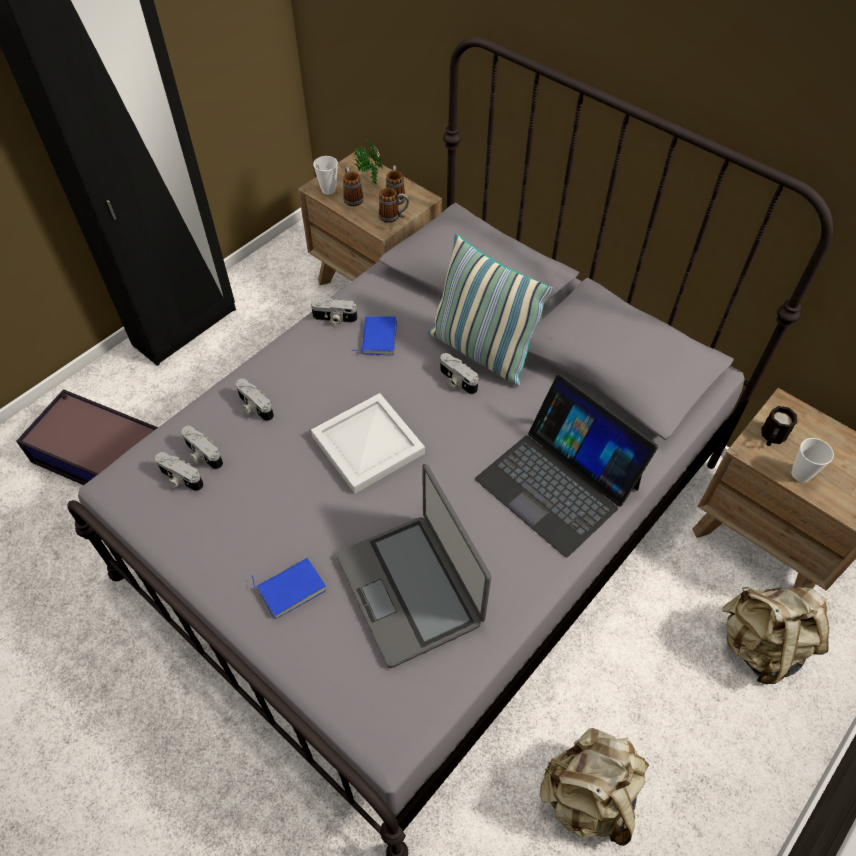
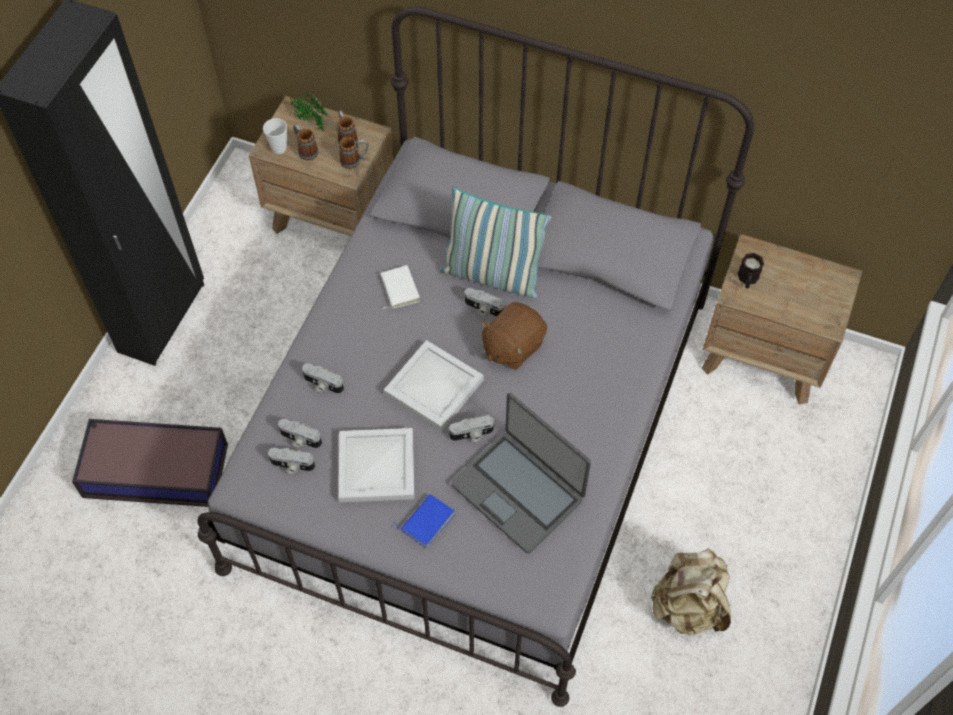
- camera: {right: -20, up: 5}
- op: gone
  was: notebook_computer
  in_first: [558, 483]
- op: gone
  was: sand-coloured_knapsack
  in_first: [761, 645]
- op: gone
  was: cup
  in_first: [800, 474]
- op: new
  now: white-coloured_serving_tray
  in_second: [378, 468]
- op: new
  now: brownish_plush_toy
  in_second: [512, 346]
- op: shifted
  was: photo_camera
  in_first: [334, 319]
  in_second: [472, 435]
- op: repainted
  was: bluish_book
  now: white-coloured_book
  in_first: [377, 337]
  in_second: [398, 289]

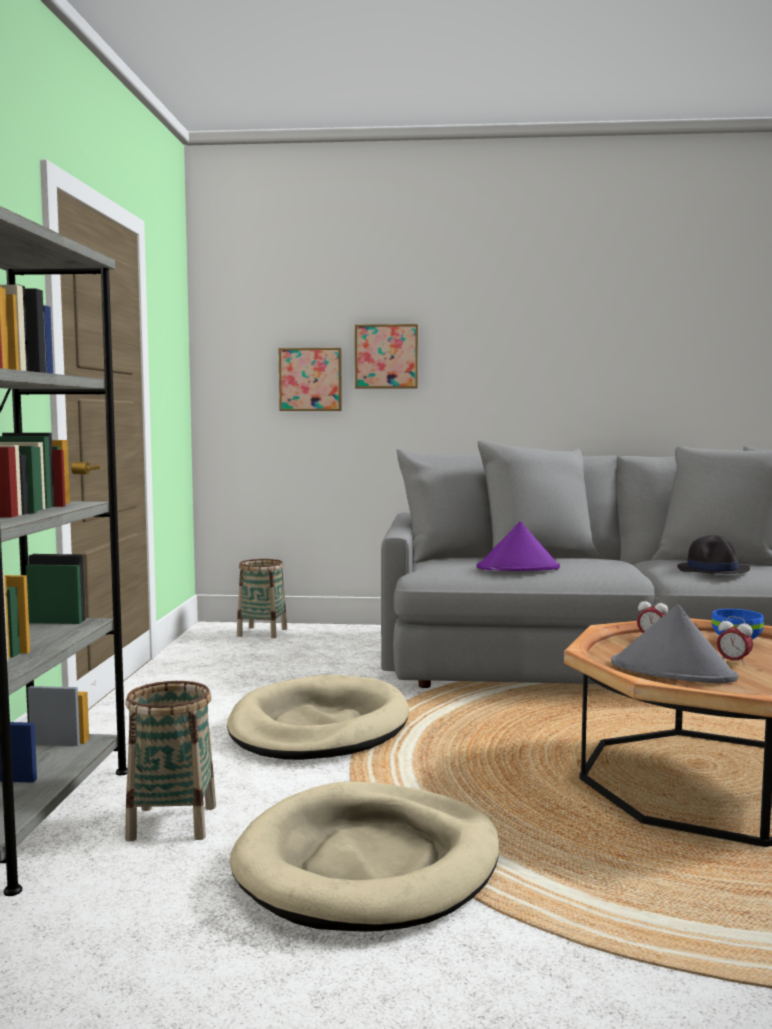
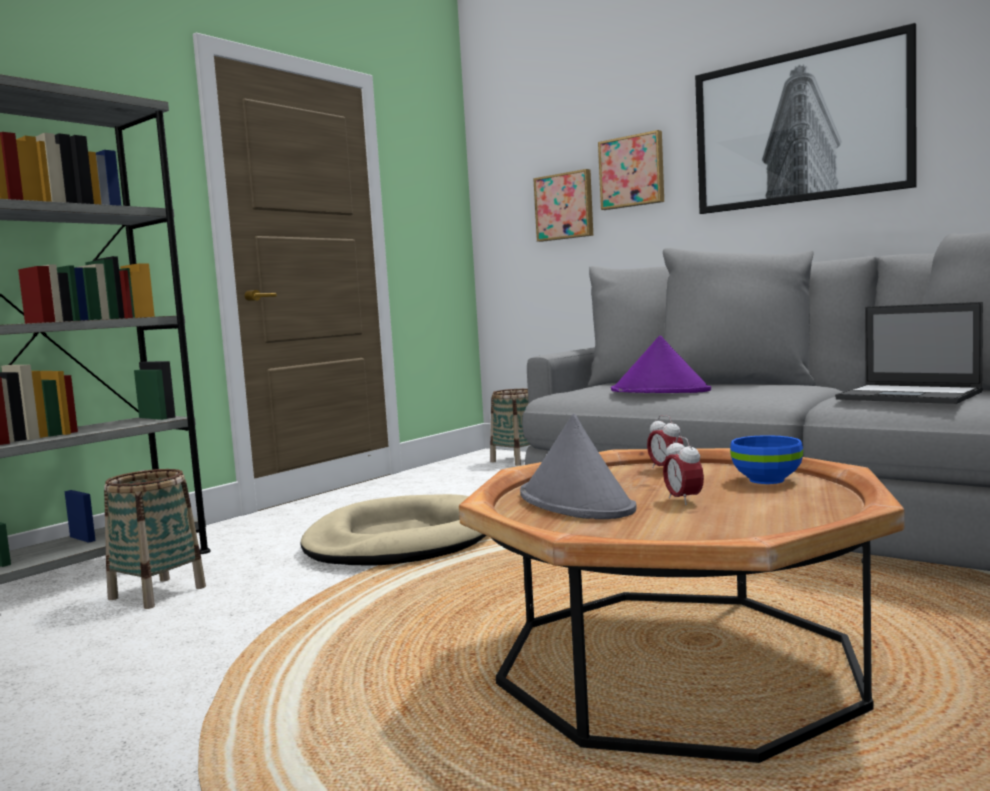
- camera: {right: 35, up: 0}
- op: gone
  was: sand-coloured_pet_bed
  in_first: [369, 864]
- op: new
  now: wall_picture
  in_second: [799, 127]
- op: swapped
  was: black-coloured_clothing_hat
  now: notebook_computer
  in_first: [713, 569]
  in_second: [910, 396]

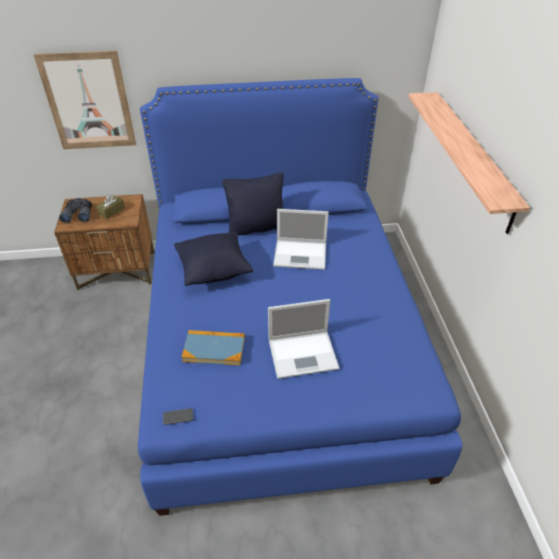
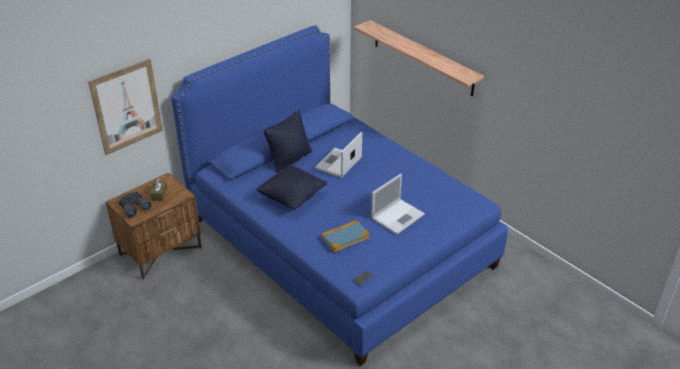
- camera: {right: -35, up: -5}
- op: rotated
  was: notebook_computer
  in_first: [301, 254]
  in_second: [338, 164]
  clockwise: 150

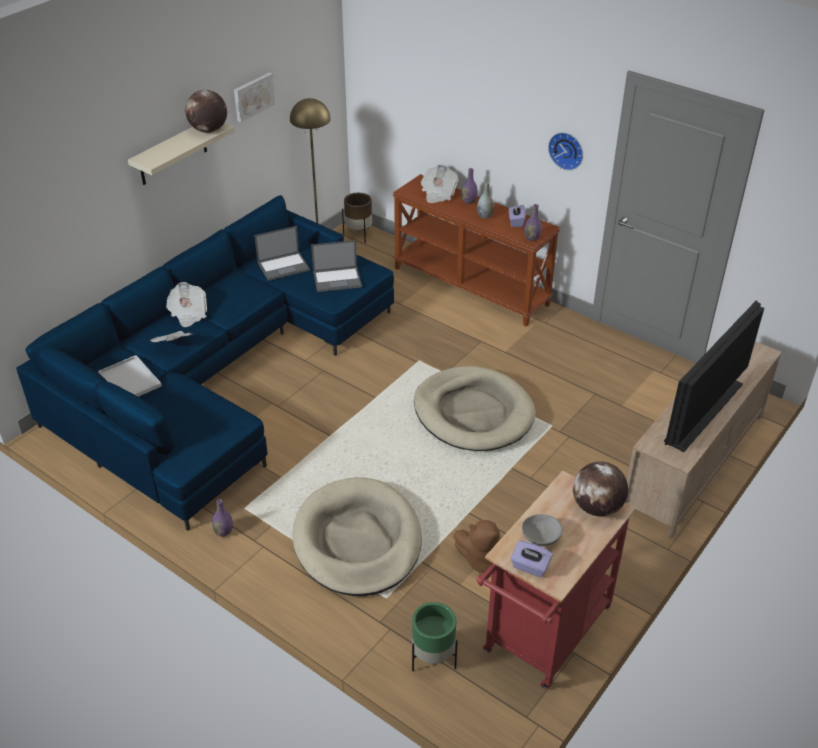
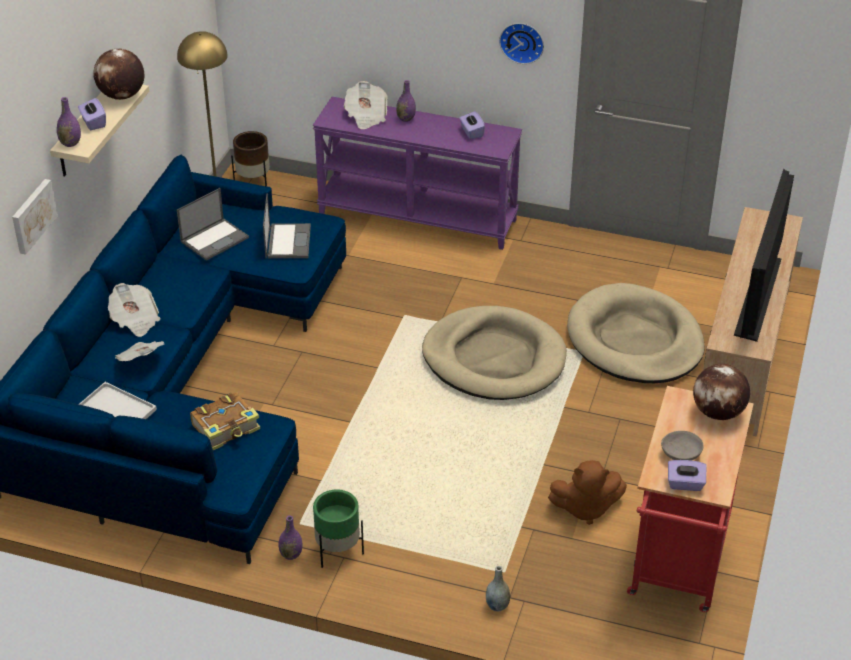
- camera: {right: -20, up: 0}
- op: new
  now: purple-coloured_tissue_holder
  in_second: [93, 122]
- op: new
  now: book
  in_second: [226, 428]
- op: shifted
  was: wall_picture
  in_first: [253, 96]
  in_second: [32, 215]
- op: shifted
  was: sand-coloured_pet_bed
  in_first: [357, 541]
  in_second: [635, 340]
- op: shifted
  was: green_planter
  in_first: [432, 659]
  in_second: [337, 551]
- op: shifted
  was: gray_decorative_vase
  in_first: [485, 216]
  in_second: [497, 606]
- op: shifted
  was: purple-coloured_decorative_vase
  in_first: [532, 238]
  in_second: [70, 143]
- op: repainted
  was: brownish_hall_table
  now: purple-coloured_hall_table
  in_first: [471, 286]
  in_second: [418, 216]
- op: rotated
  was: notebook_computer
  in_first: [338, 279]
  in_second: [288, 241]
  clockwise: -60

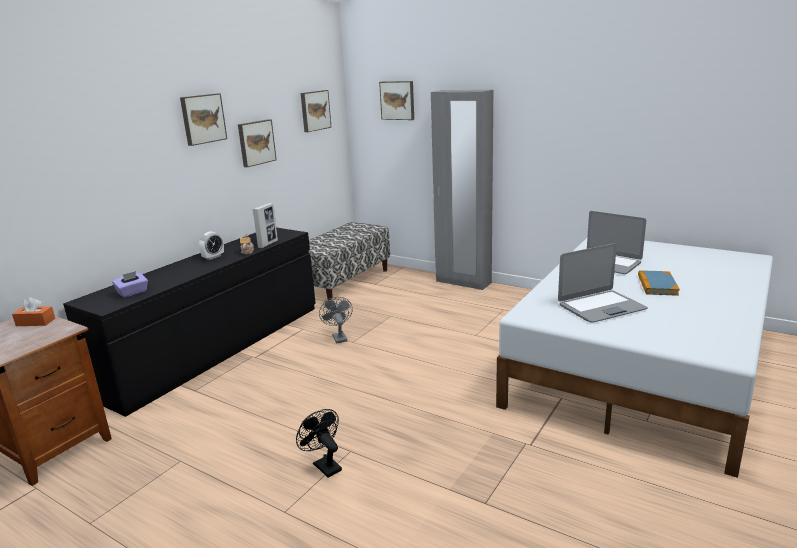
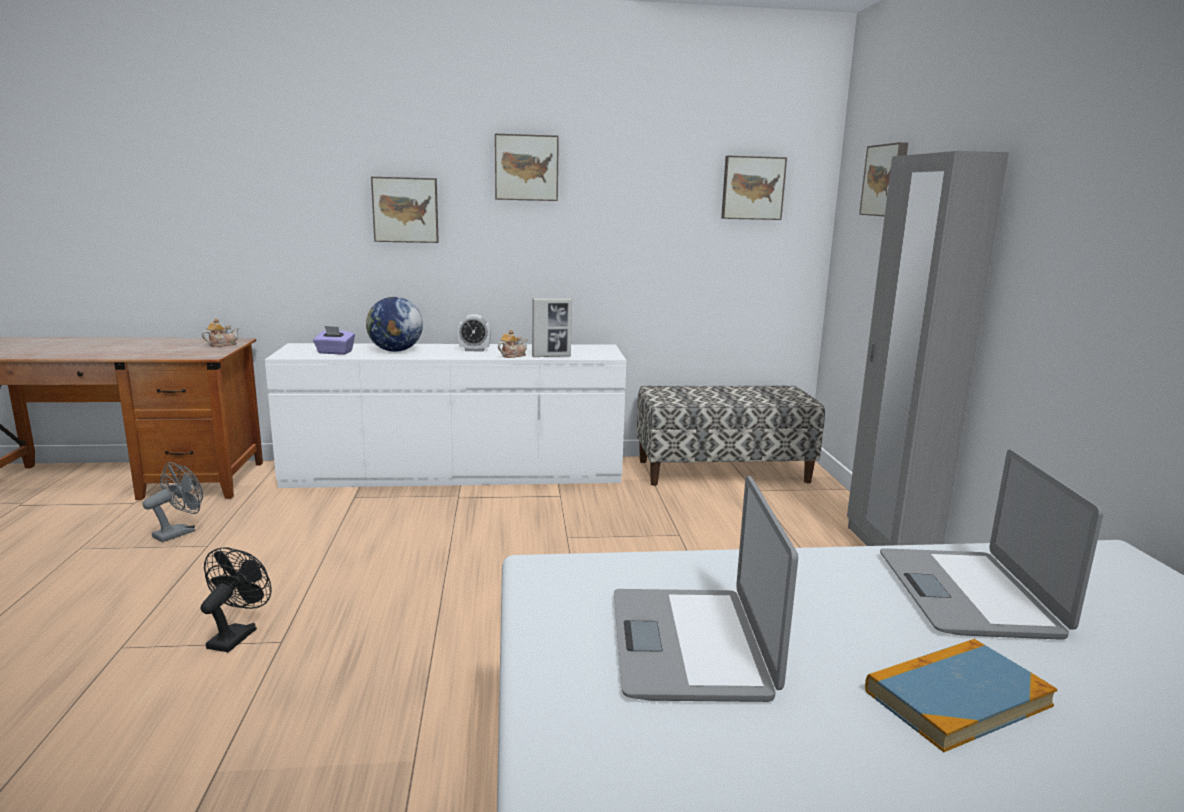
- camera: {right: 50, up: -5}
- op: new
  now: globe
  in_second: [395, 351]
- op: shifted
  was: wall_picture
  in_first: [256, 142]
  in_second: [405, 210]
- op: shifted
  was: gray_cooling_fan
  in_first: [338, 337]
  in_second: [179, 532]
- op: swapped
  was: orange_tissue_holder
  now: pot_for_tea
  in_first: [35, 322]
  in_second: [222, 345]
- op: repainted
  was: black-coloured_chest_of_drawers
  now: white-coloured_chest_of_drawers
  in_first: [217, 348]
  in_second: [456, 472]
- op: rotated
  was: notebook_computer
  in_first: [601, 307]
  in_second: [691, 644]
  clockwise: 60

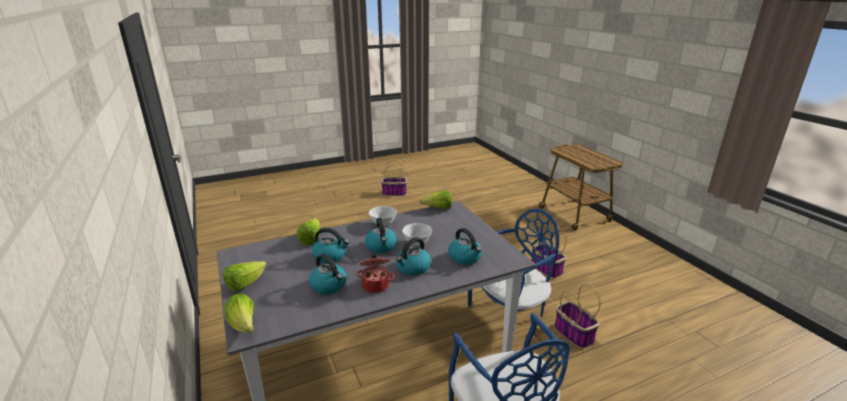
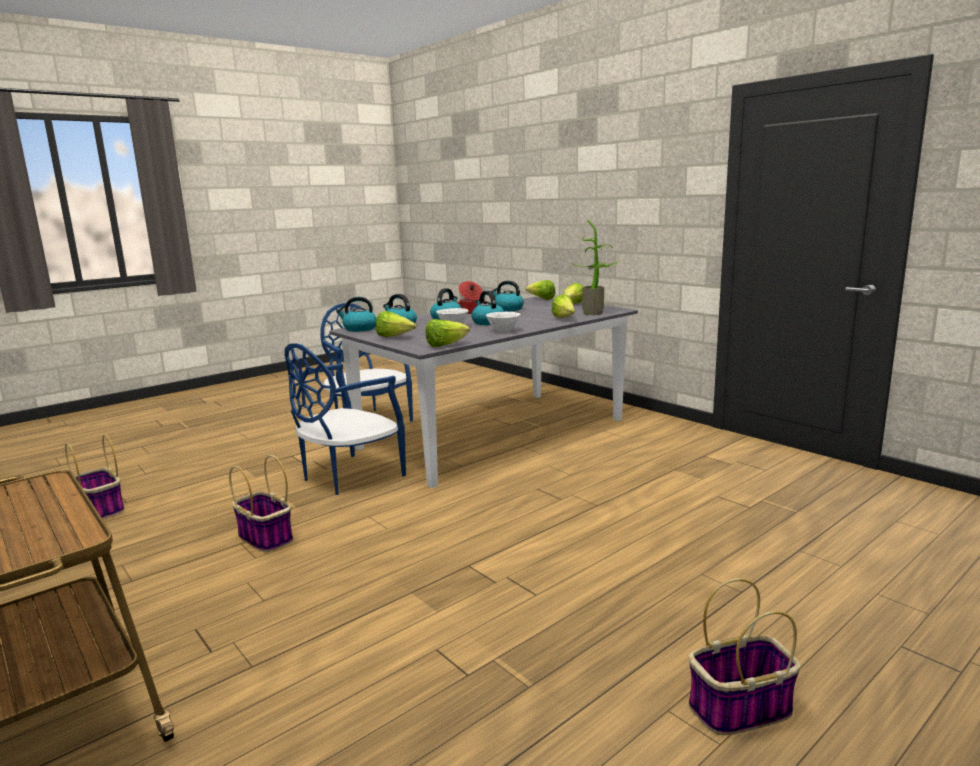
- camera: {right: 165, up: -10}
- op: new
  now: head_of_lettuce
  in_second: [394, 337]
- op: new
  now: plant_in_a_pot
  in_second: [595, 313]
- op: shifted
  was: water_kettle
  in_first: [330, 256]
  in_second: [359, 329]
- op: shifted
  was: storage_basket
  in_first: [573, 333]
  in_second: [102, 509]

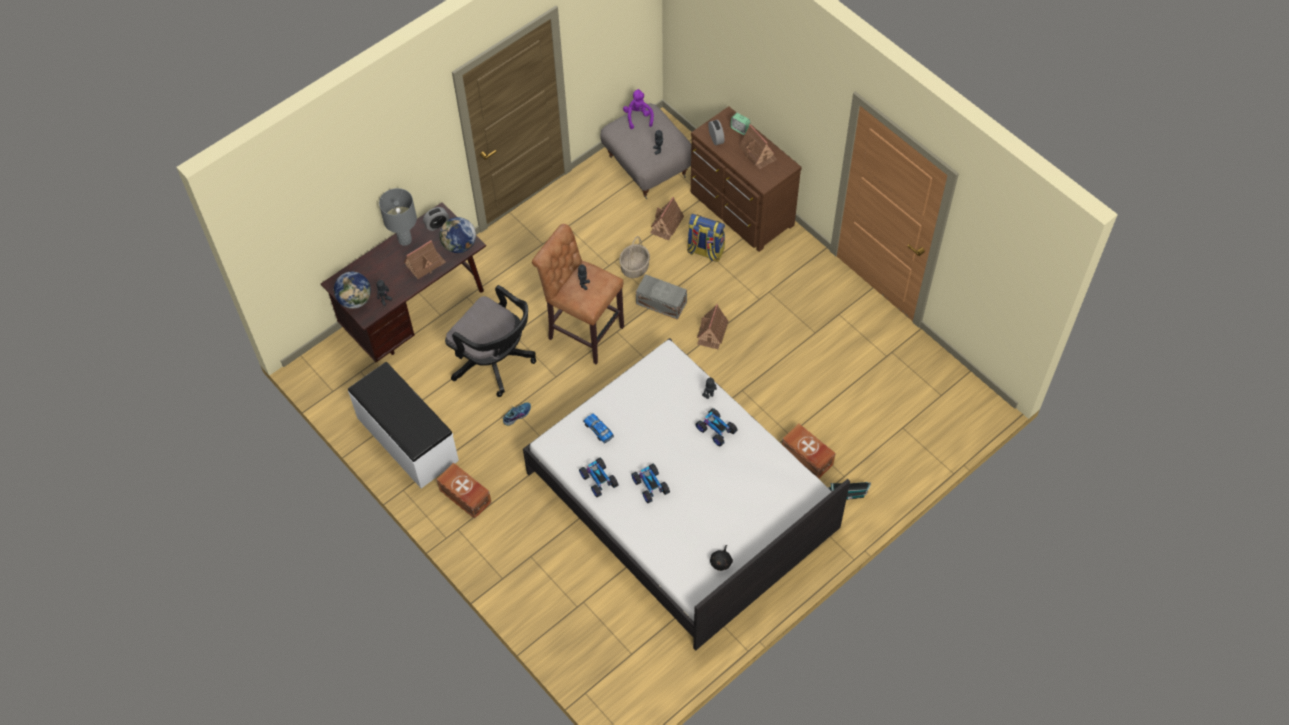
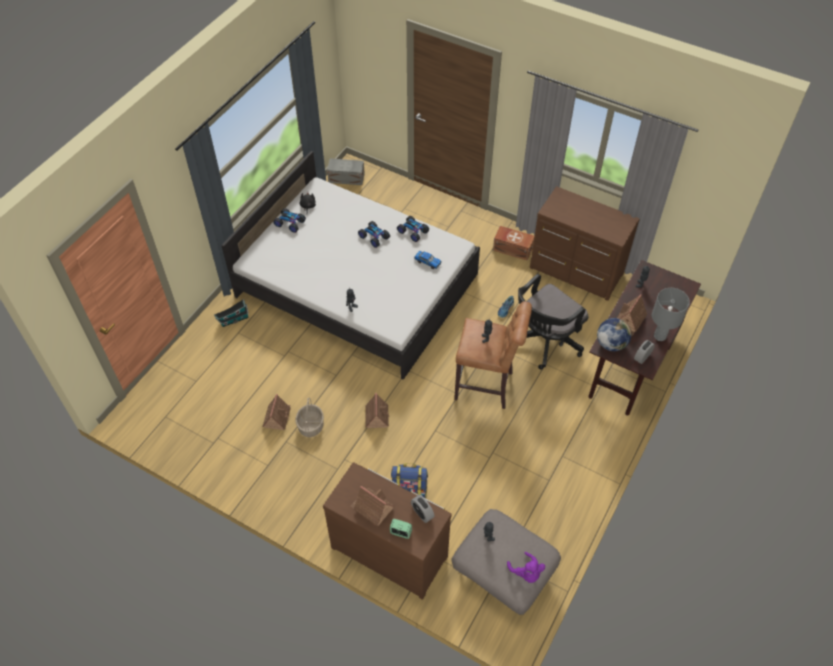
- camera: {right: 160, up: -5}
- op: gone
  was: globe
  in_first: [355, 300]
- op: gone
  was: brownish_storage_bin
  in_first: [807, 458]
- op: shifted
  was: storage_basket
  in_first: [635, 268]
  in_second: [310, 425]
- op: shifted
  was: gray_storage_bin
  in_first: [661, 302]
  in_second: [347, 178]
- op: shifted
  was: model_house
  in_first: [666, 225]
  in_second: [277, 417]
- op: shifted
  was: miniature_car
  in_first: [715, 430]
  in_second: [290, 223]
- op: swapped
  was: white-coloured_bench
  now: brownish_chest_of_drawers
  in_first: [407, 439]
  in_second: [576, 272]
- op: rotated
  was: black-coloured_computer_chair
  in_first: [495, 362]
  in_second: [544, 342]
  clockwise: -60

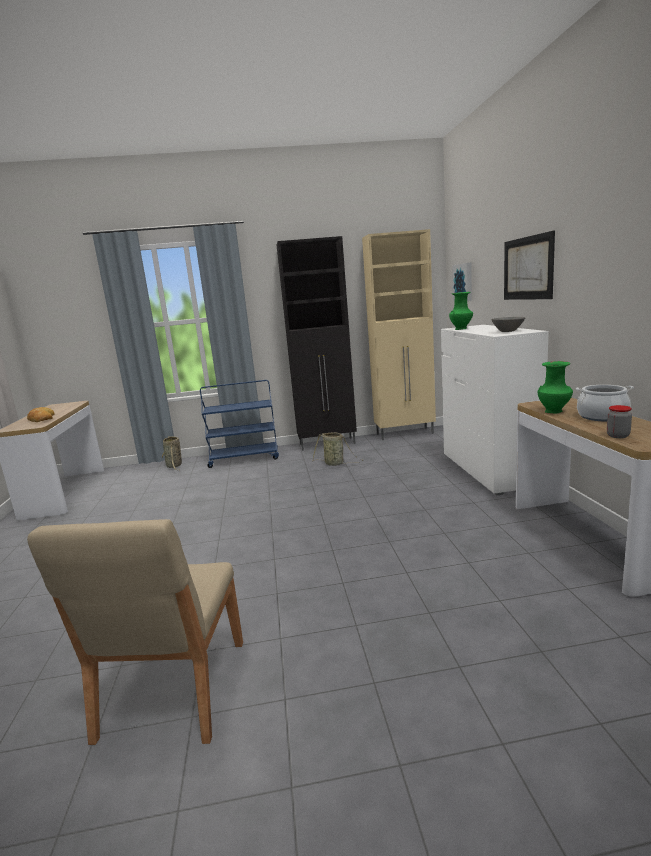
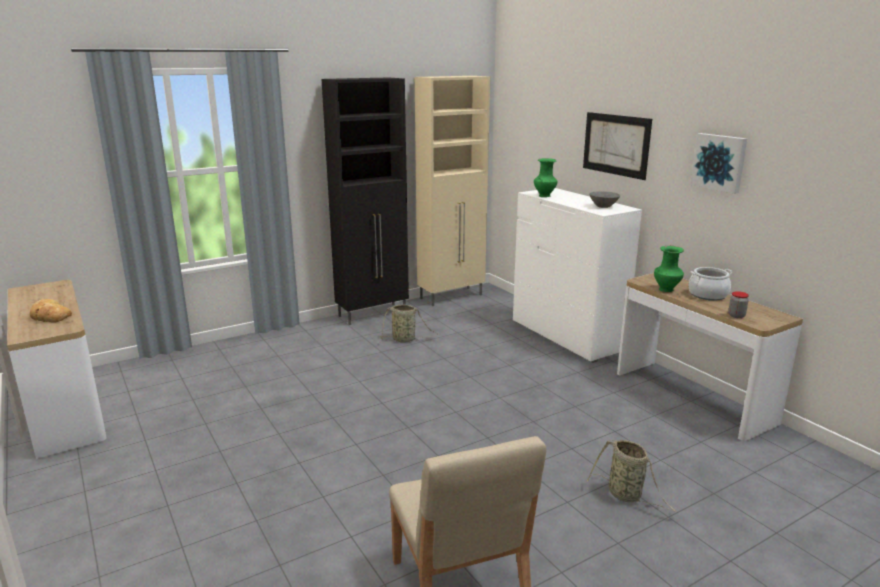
- camera: {right: -25, up: 5}
- op: gone
  was: bluish_wheeled_cart
  in_first: [245, 459]
- op: shifted
  was: storage_basket
  in_first: [174, 466]
  in_second: [627, 495]
- op: shifted
  was: wall_picture
  in_first: [463, 282]
  in_second: [719, 162]

